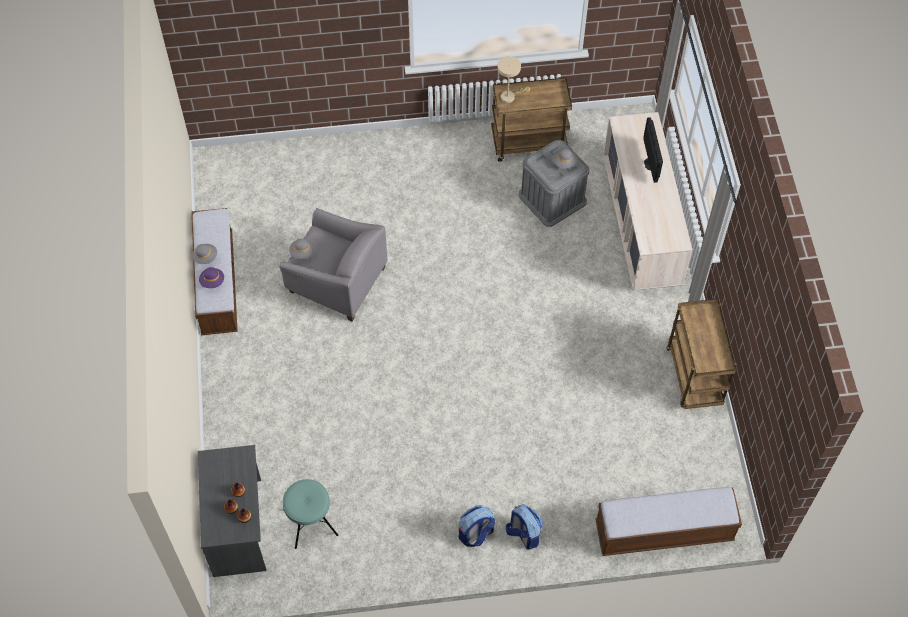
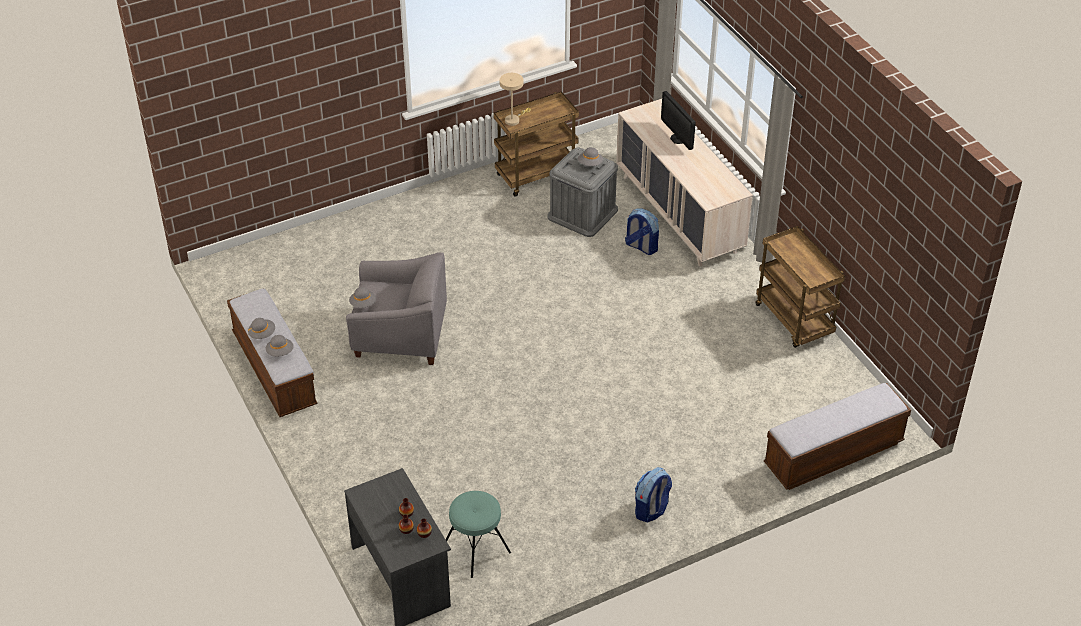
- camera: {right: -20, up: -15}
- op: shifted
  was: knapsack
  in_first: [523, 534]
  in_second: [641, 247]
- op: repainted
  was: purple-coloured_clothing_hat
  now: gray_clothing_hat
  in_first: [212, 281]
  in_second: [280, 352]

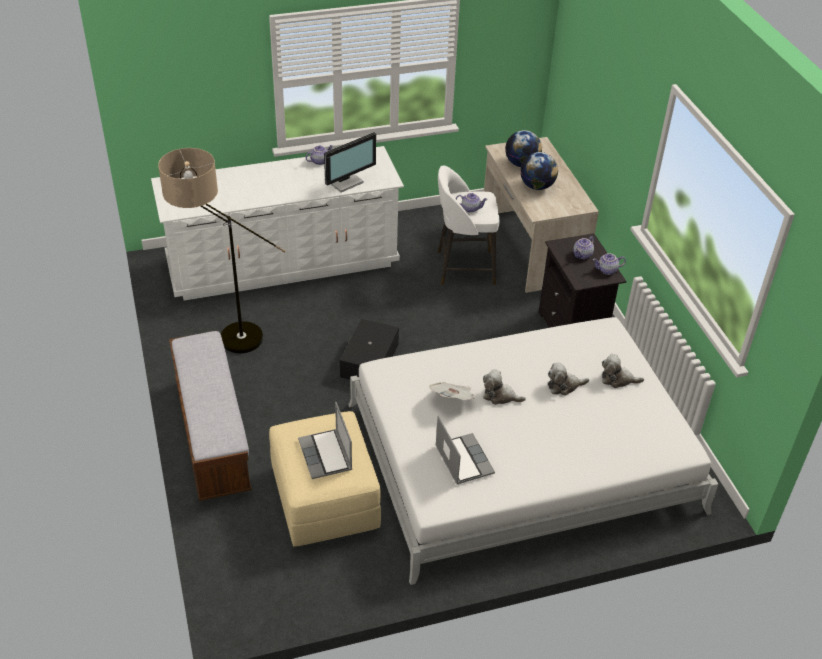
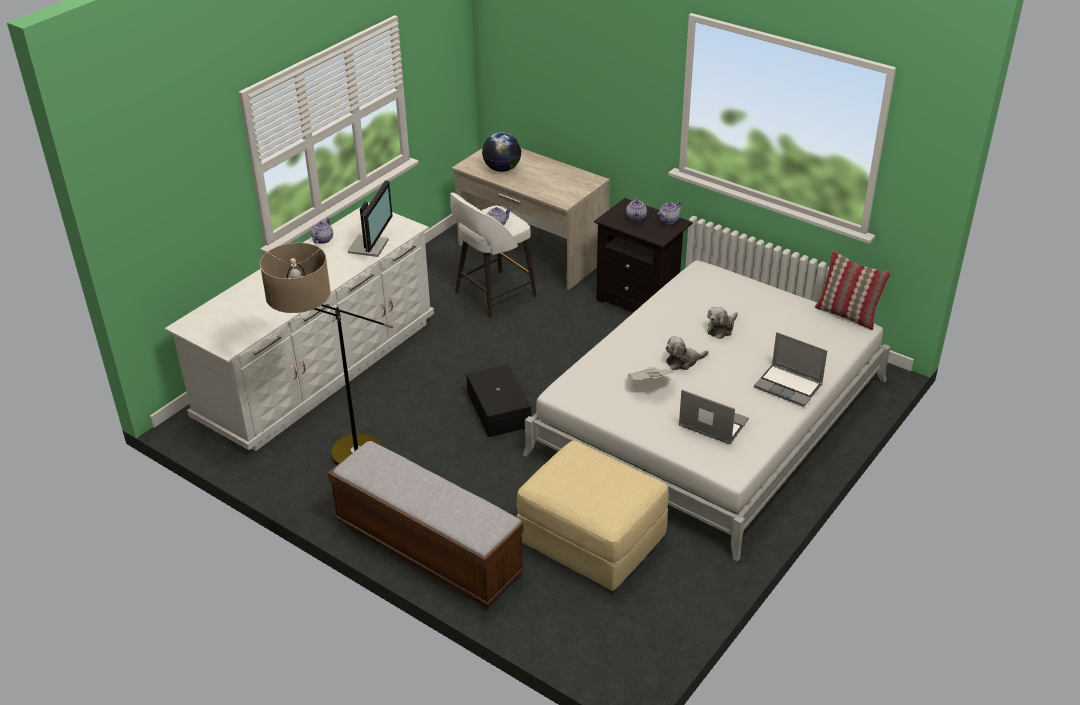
- camera: {right: -35, up: -5}
- op: gone
  was: globe
  in_first: [537, 186]
- op: gone
  was: plush_toy
  in_first: [617, 379]
- op: new
  now: cushion
  in_second: [847, 315]
- op: shifted
  was: notebook_computer
  in_first: [326, 455]
  in_second: [789, 386]

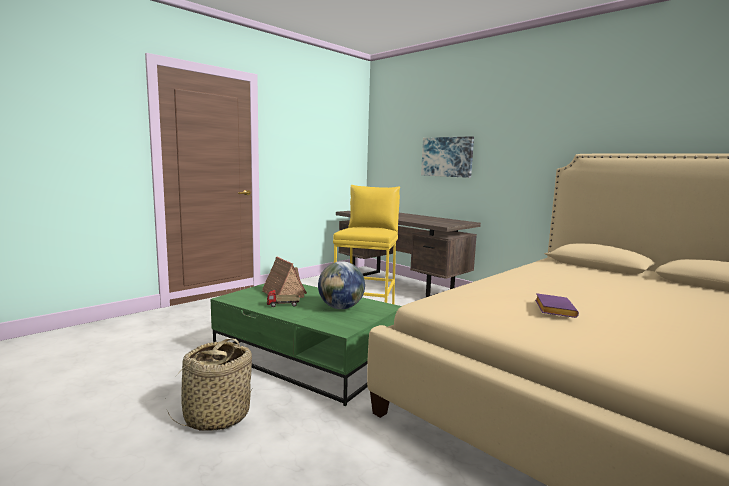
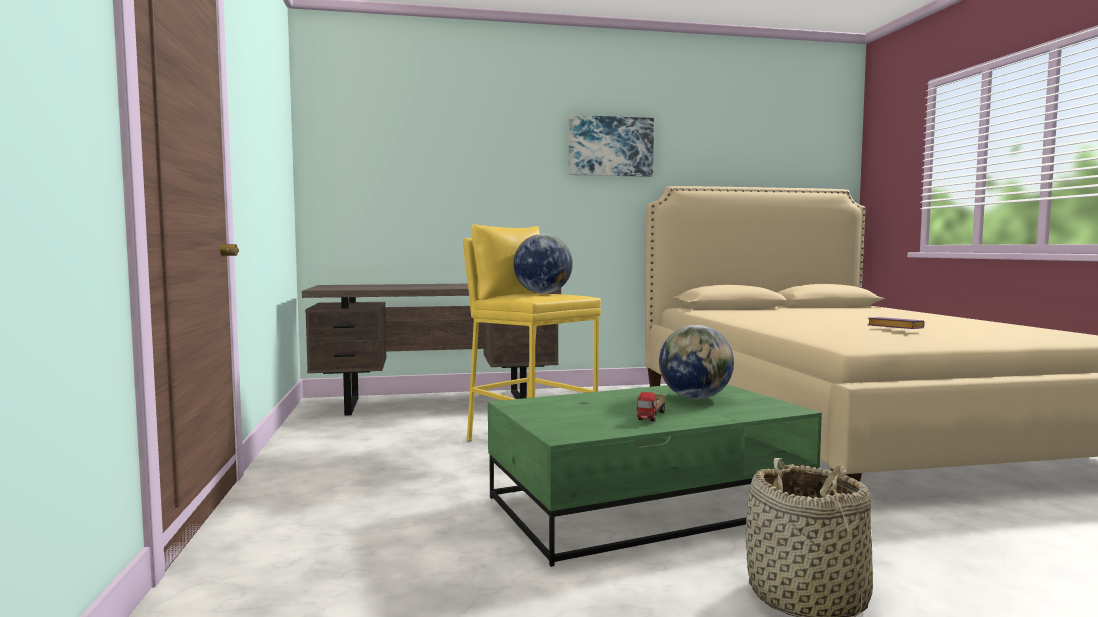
- camera: {right: -55, up: -5}
- op: gone
  was: model_house
  in_first: [283, 294]
- op: new
  now: globe
  in_second: [542, 293]
- op: shifted
  was: wall_picture
  in_first: [447, 157]
  in_second: [610, 146]

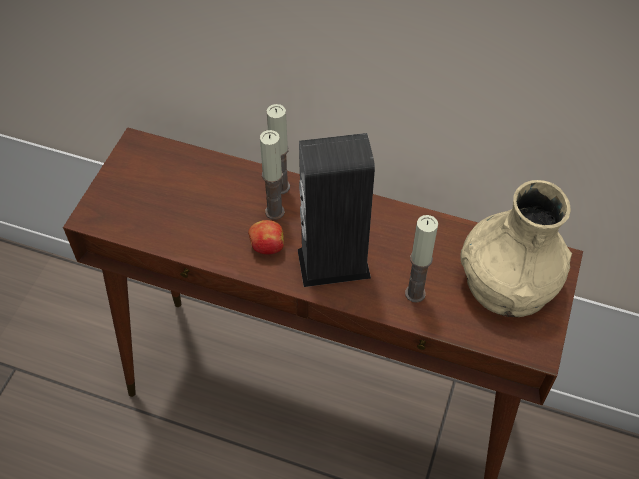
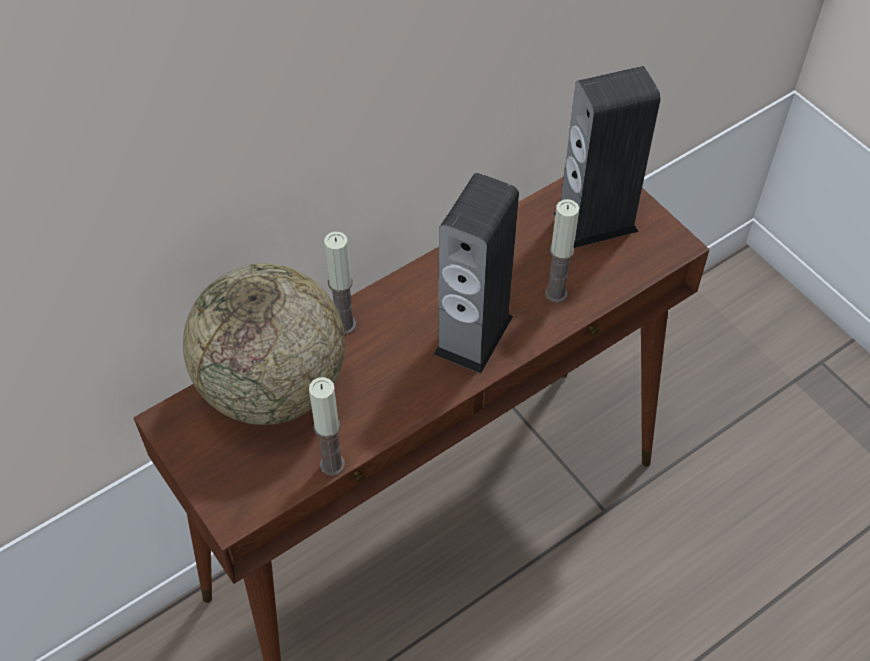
- camera: {right: -55, up: 0}
- op: gone
  was: whole_apple
  in_first: [266, 247]
- op: new
  now: globe
  in_second: [274, 387]
- op: shifted
  was: candle
  in_first: [274, 212]
  in_second: [332, 464]
- op: swapped
  was: sand-coloured_decorative_vase
  now: loudspeaker
  in_first: [507, 282]
  in_second: [595, 222]

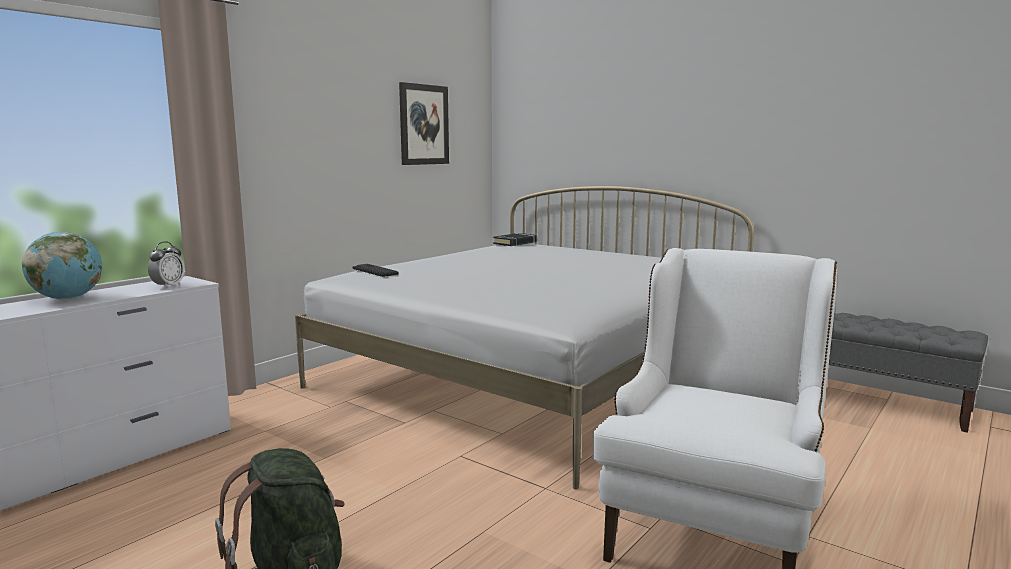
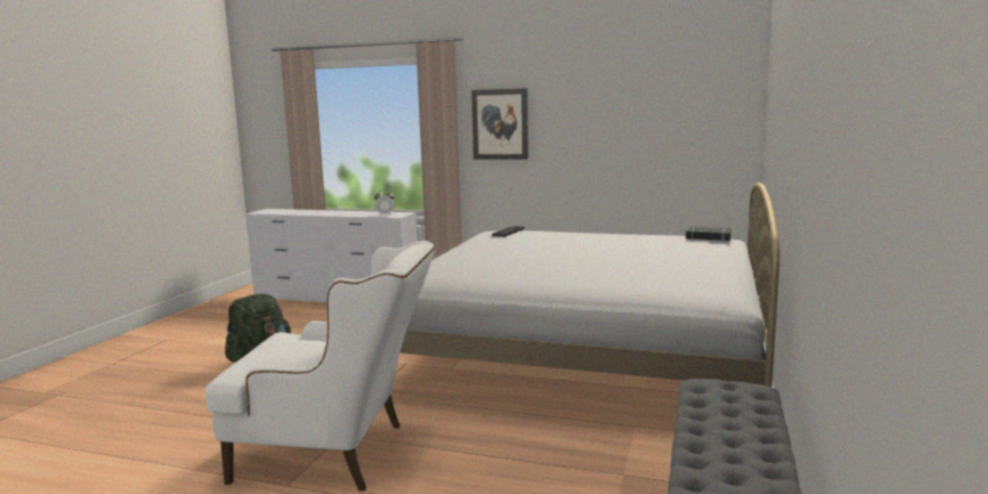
- camera: {right: 70, up: 0}
- op: gone
  was: globe
  in_first: [68, 298]
- op: shifted
  was: wall_picture
  in_first: [424, 125]
  in_second: [500, 124]

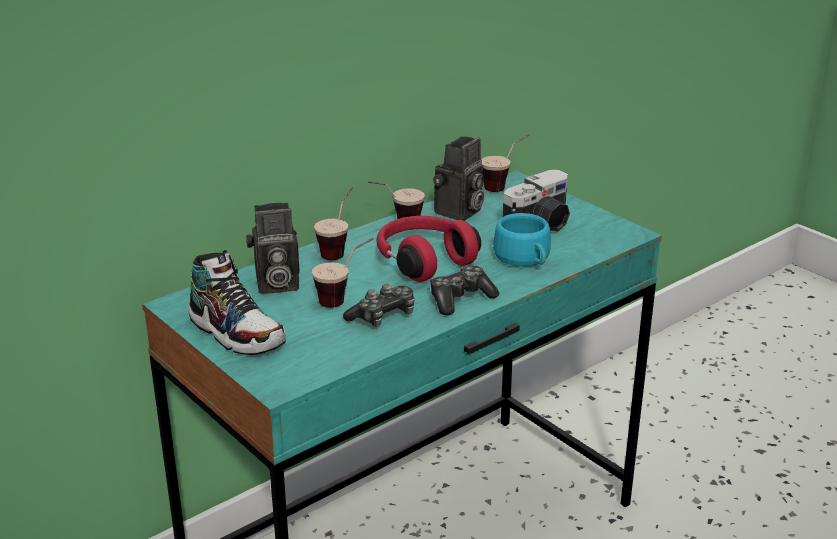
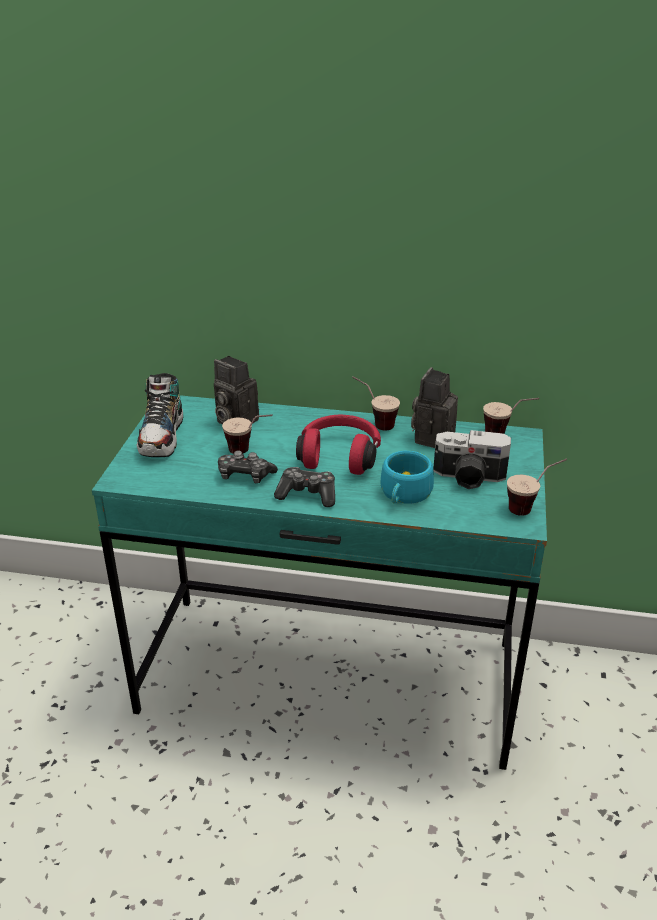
- camera: {right: 50, up: 5}
- op: shifted
  was: cup
  in_first: [339, 250]
  in_second: [531, 507]
- op: rotated
  was: photo_camera
  in_first: [459, 213]
  in_second: [432, 437]
  clockwise: 120

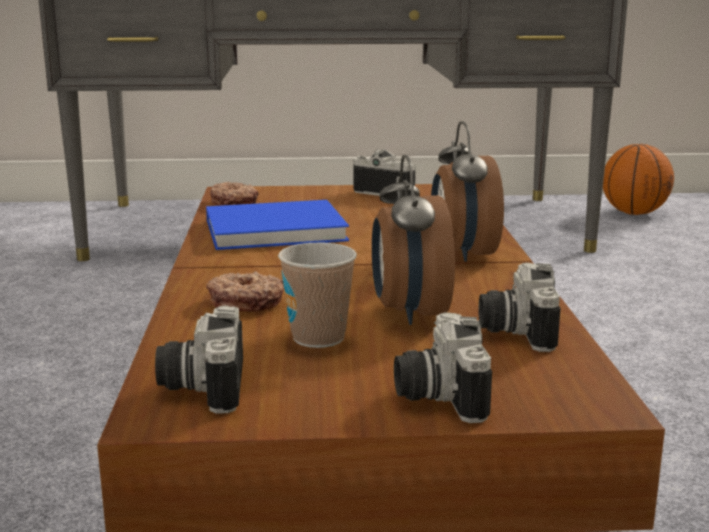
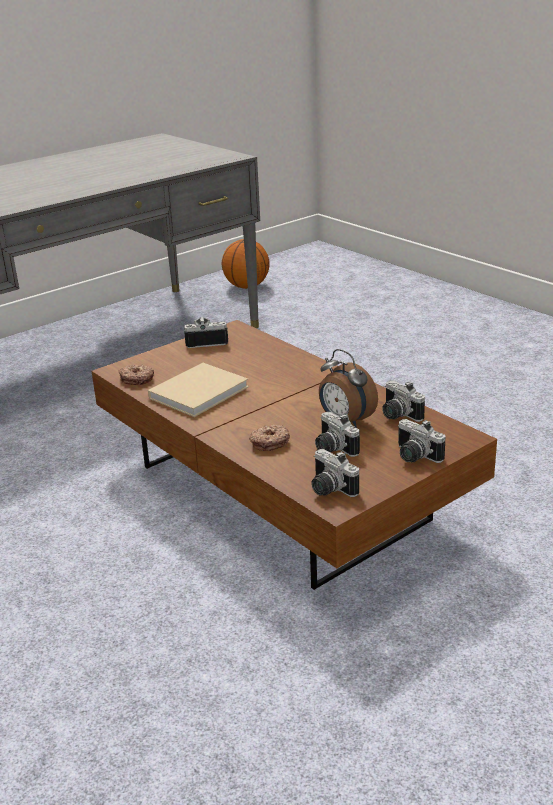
- camera: {right: -35, up: 10}
- op: gone
  was: table_clock
  in_first: [462, 253]
- op: swapped
  was: cup
  now: photo_camera
  in_first: [318, 338]
  in_second: [332, 448]
- op: repainted
  was: bluish_book
  now: sand-coloured_book
  in_first: [279, 230]
  in_second: [201, 391]

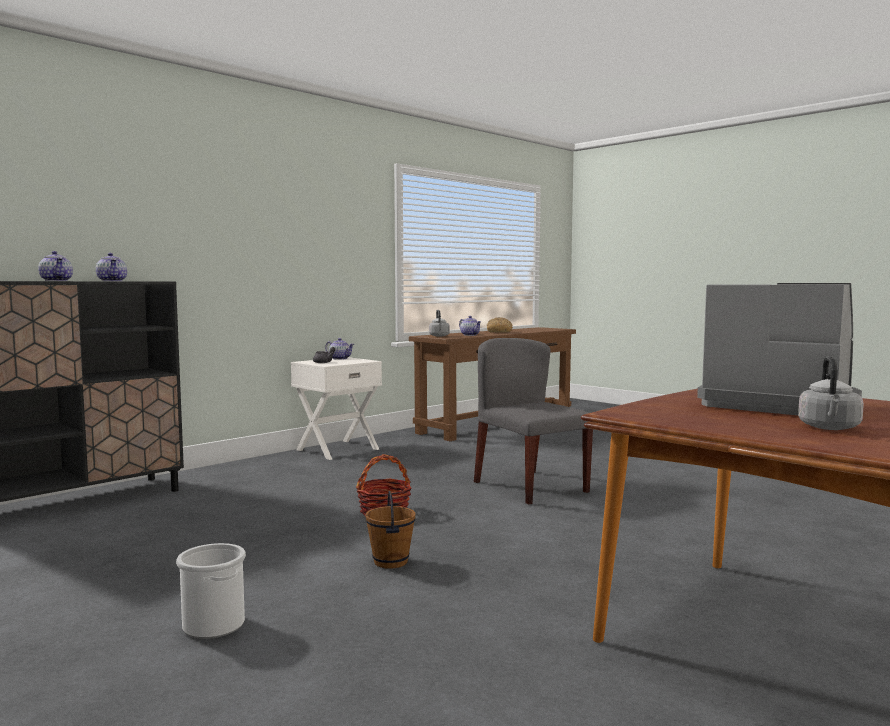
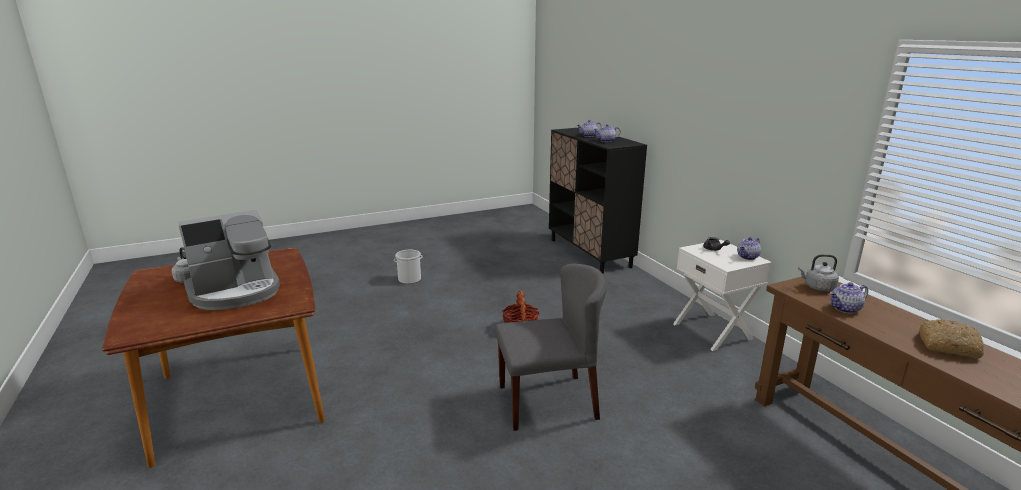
- camera: {right: 110, up: 15}
- op: gone
  was: brownish_pail
  in_first: [391, 562]

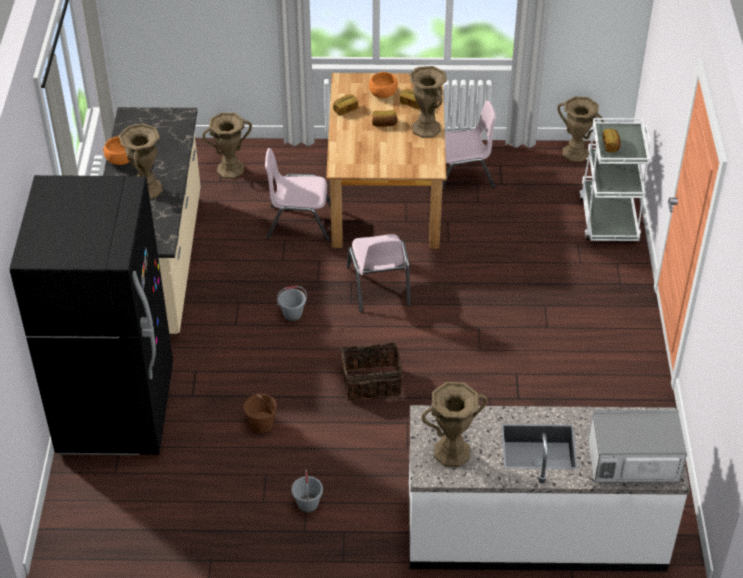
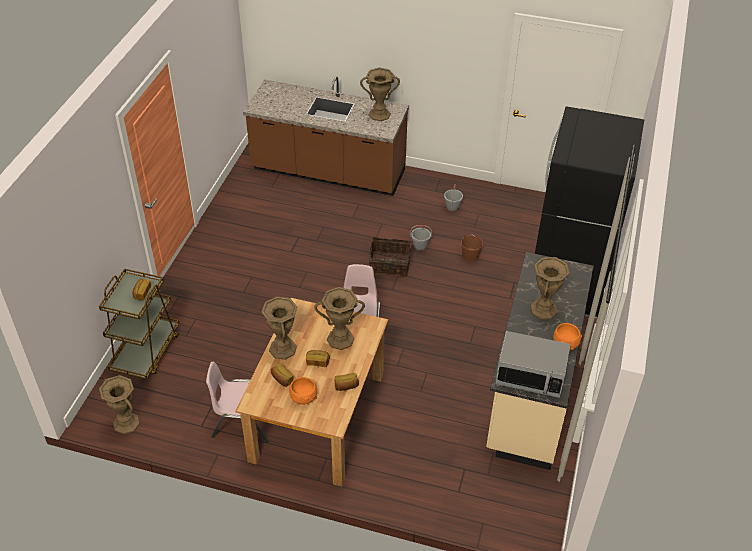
- camera: {right: -165, up: 0}
- op: gone
  was: pinkish_plain_chair
  in_first: [299, 223]
- op: shifted
  was: brownish_decorative_vase
  in_first: [230, 169]
  in_second: [340, 339]
- op: shifted
  was: gray_pail
  in_first: [292, 315]
  in_second: [420, 246]
- op: shifted
  was: kitchen_microwave
  in_first: [632, 463]
  in_second: [530, 376]
- op: repainted
  was: white-coloured_kitchen_counter
  now: brownish_kitchen_counter
  in_first: [534, 530]
  in_second: [328, 171]
- op: repainted
  was: white-coloured_wheeled_cart
  now: brownish_wheeled_cart
  in_first: [608, 218]
  in_second: [146, 351]

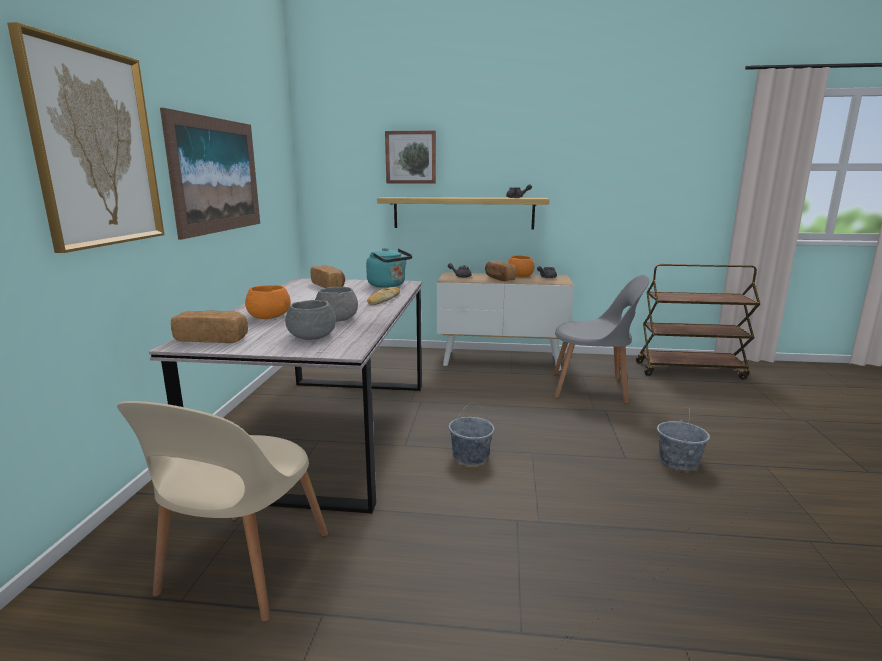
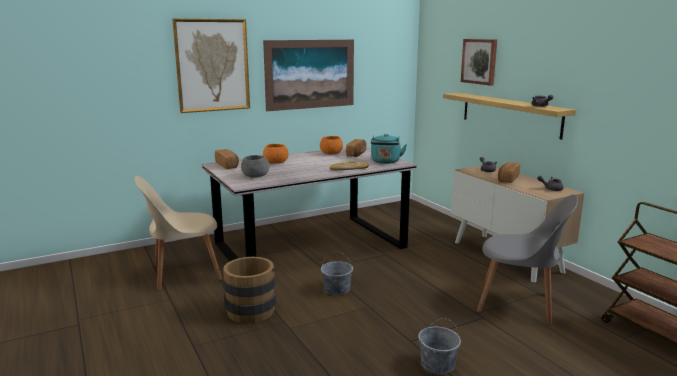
- camera: {right: 55, up: 0}
- op: gone
  was: gray_deep_dish
  in_first: [337, 319]
- op: new
  now: brownish_pail
  in_second: [251, 308]
- op: shifted
  was: orange_deep_dish
  in_first: [520, 276]
  in_second: [331, 153]
- op: rotated
  was: gray_plain_chair
  in_first: [593, 388]
  in_second: [519, 303]
  clockwise: -45

